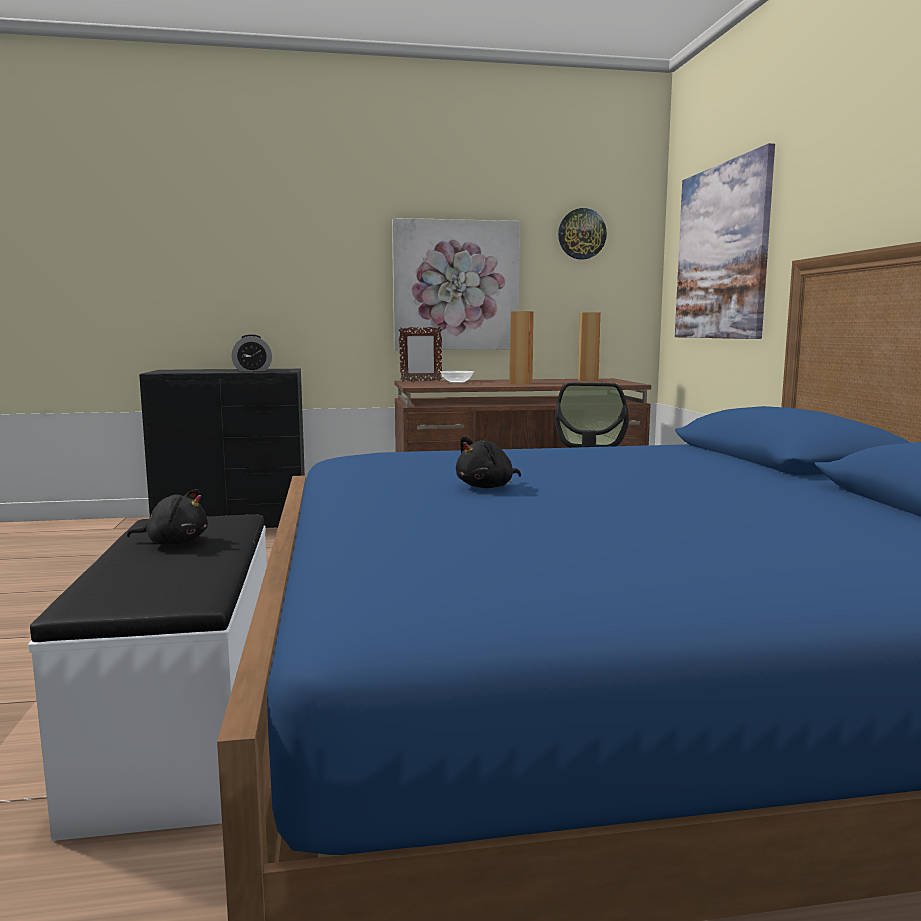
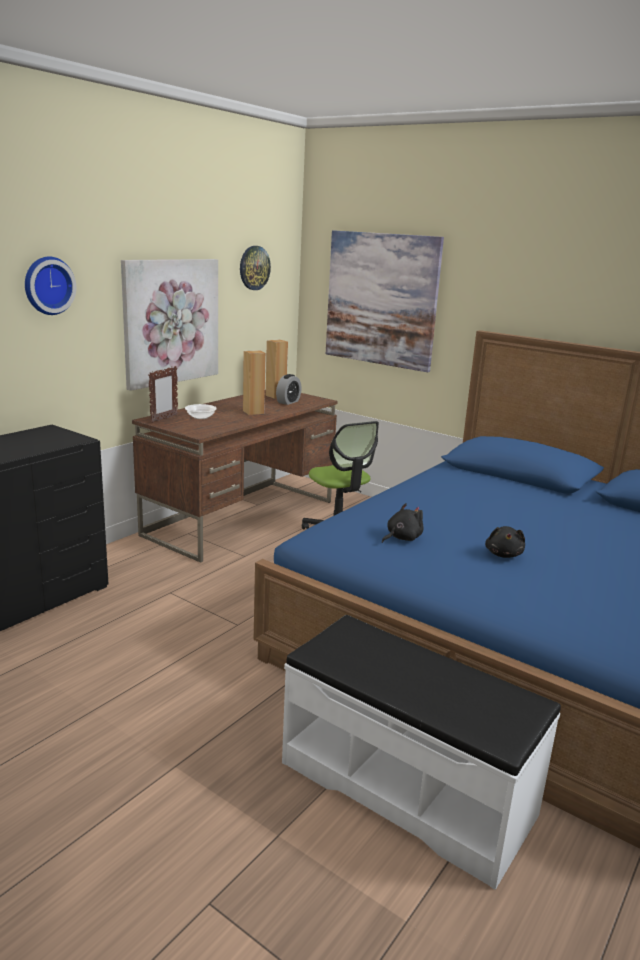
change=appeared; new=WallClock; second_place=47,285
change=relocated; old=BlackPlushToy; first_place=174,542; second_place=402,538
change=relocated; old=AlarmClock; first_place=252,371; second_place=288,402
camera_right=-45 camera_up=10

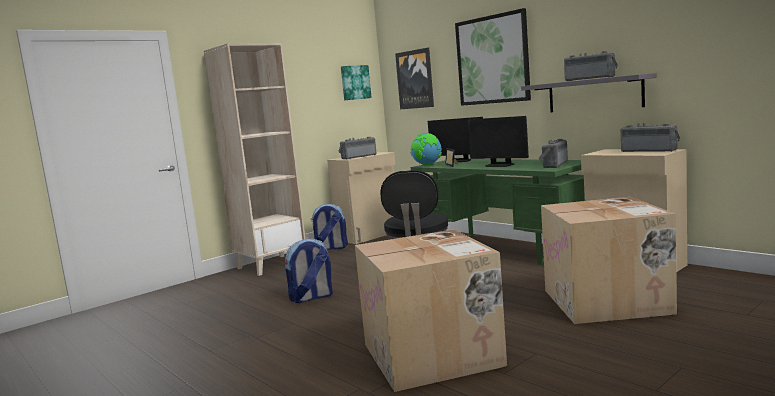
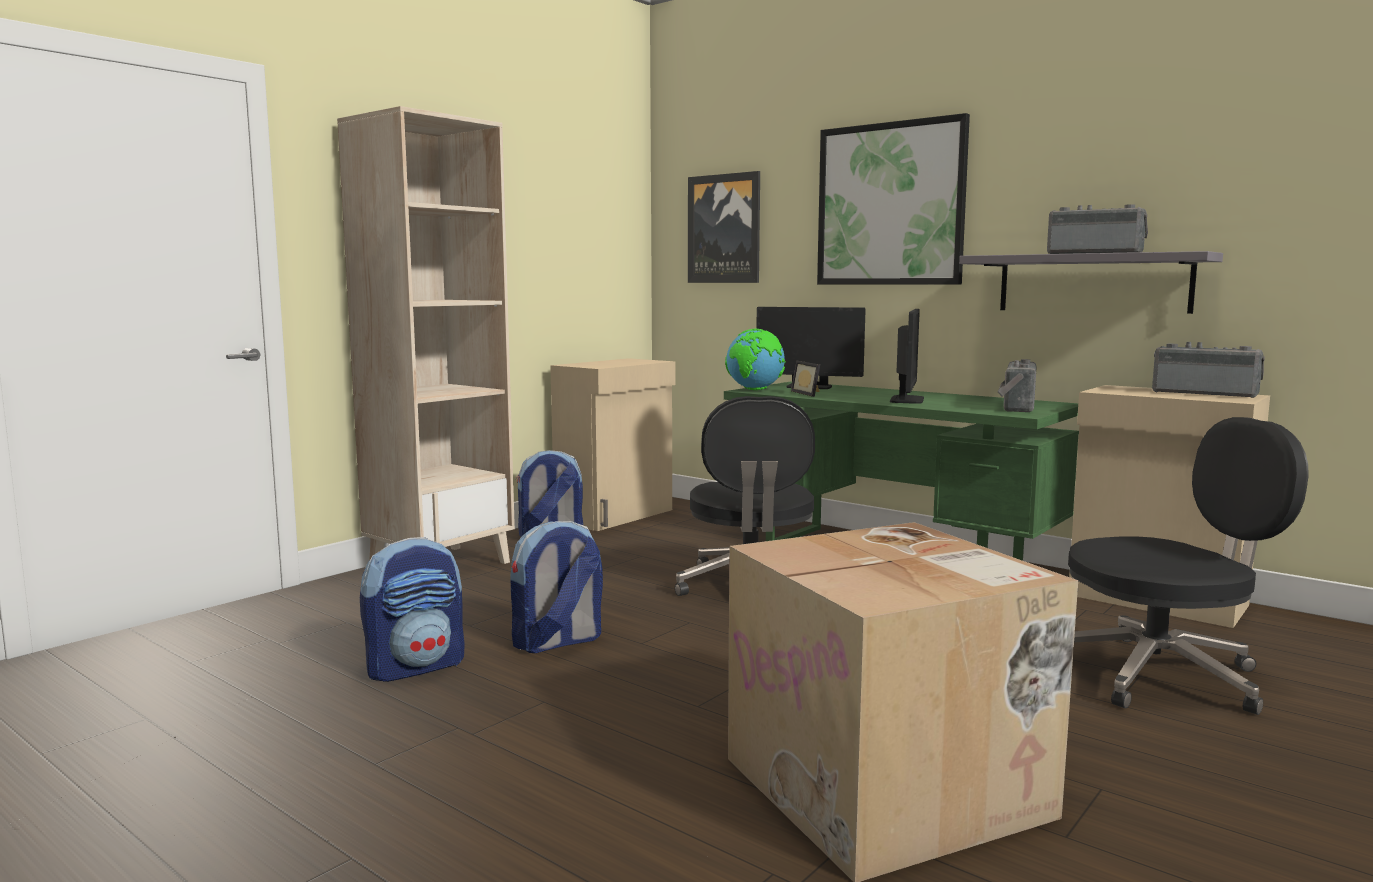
change=missing; old=Radio; first_place=358,157
change=missing; old=Picture; first_place=355,82
change=appeared; new=Backpack; second_place=416,667
change=exchanged; old=CardboardBox; new=BlackOfficeChair; first_place=608,302; second_place=1161,675
change=spun; old=Monitor; first_place=500,165; second_place=906,400; degrees=-105
camera_right=-10 camera_up=0

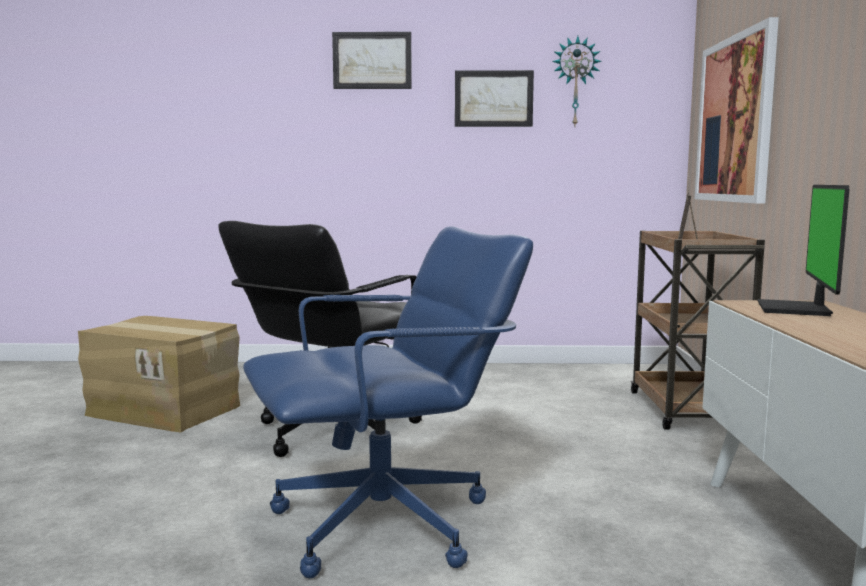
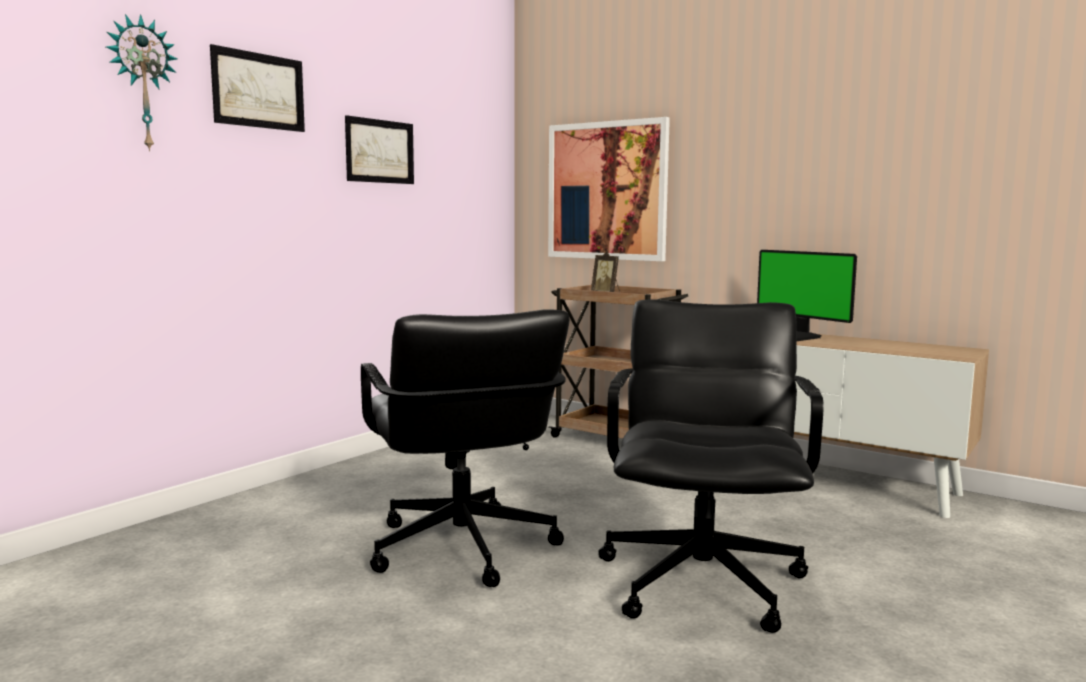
change=missing; old=CardboardBox; first_place=165,410
change=relocated; old=WallClock; first_place=575,82; second_place=142,84
change=colour; old=BlueOfficeChair; new=BlackOfficeChair; first_place=385,524; second_place=703,582
camera_right=-55 camera_up=0

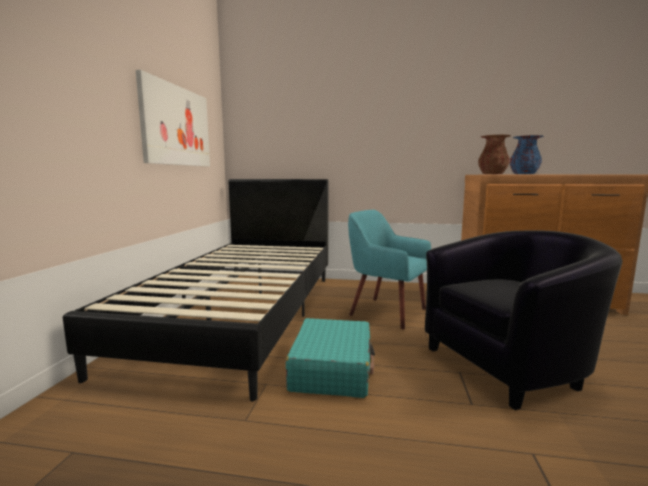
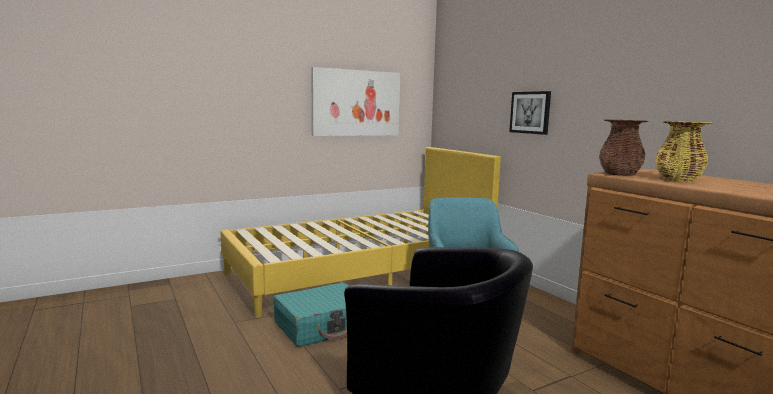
change=appeared; new=Picture; second_place=530,112
change=colour; old=BlackBed; new=YellowBed; first_place=242,314; second_place=361,272
change=colour; old=BlueVase; new=YellowVase; first_place=524,174; second_place=678,180
camera_right=50 camera_up=0

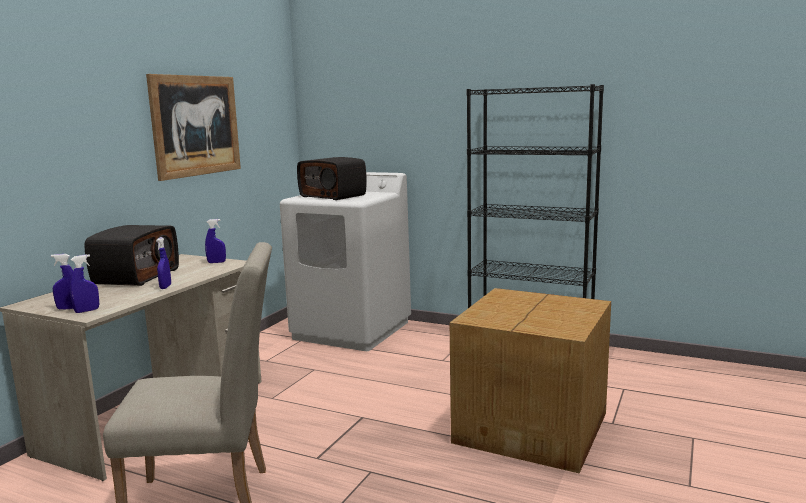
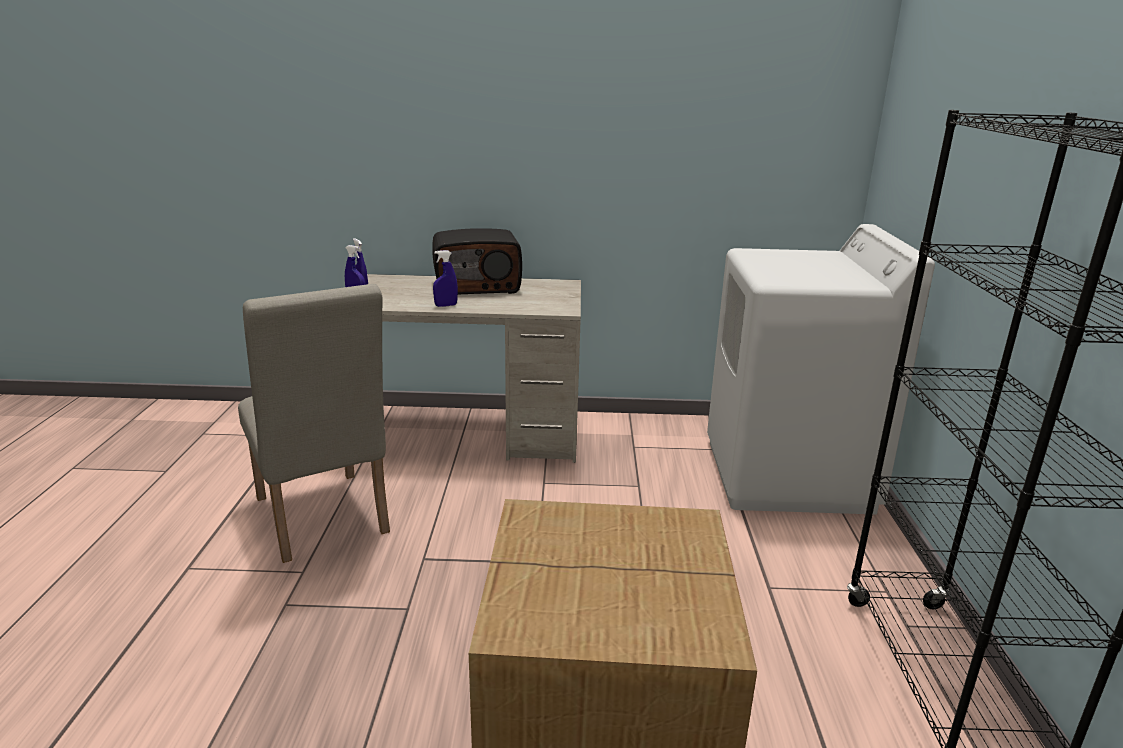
change=missing; old=Picture; first_place=196,125
change=missing; old=BlueSprayBottle; first_place=216,262
change=missing; old=Radio; first_place=334,196
camera_right=65 camera_up=10

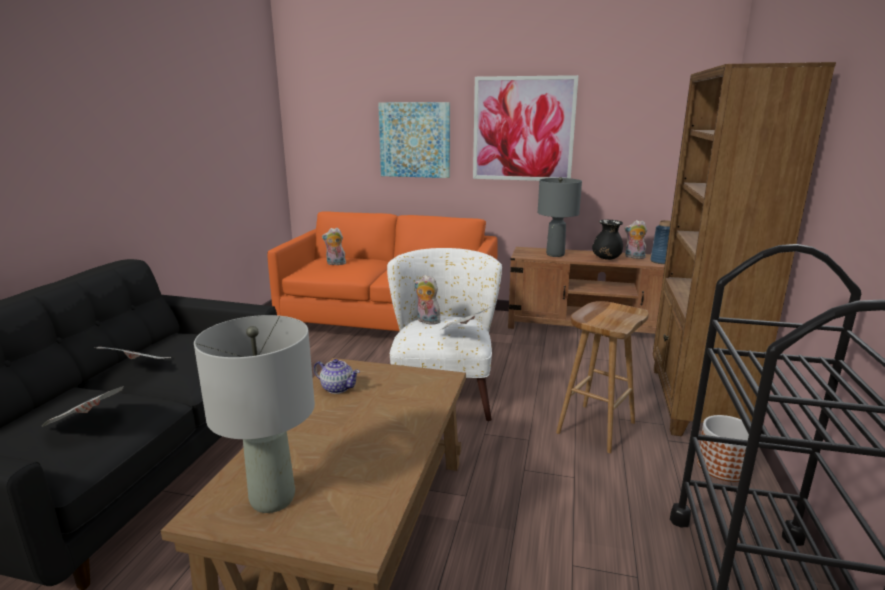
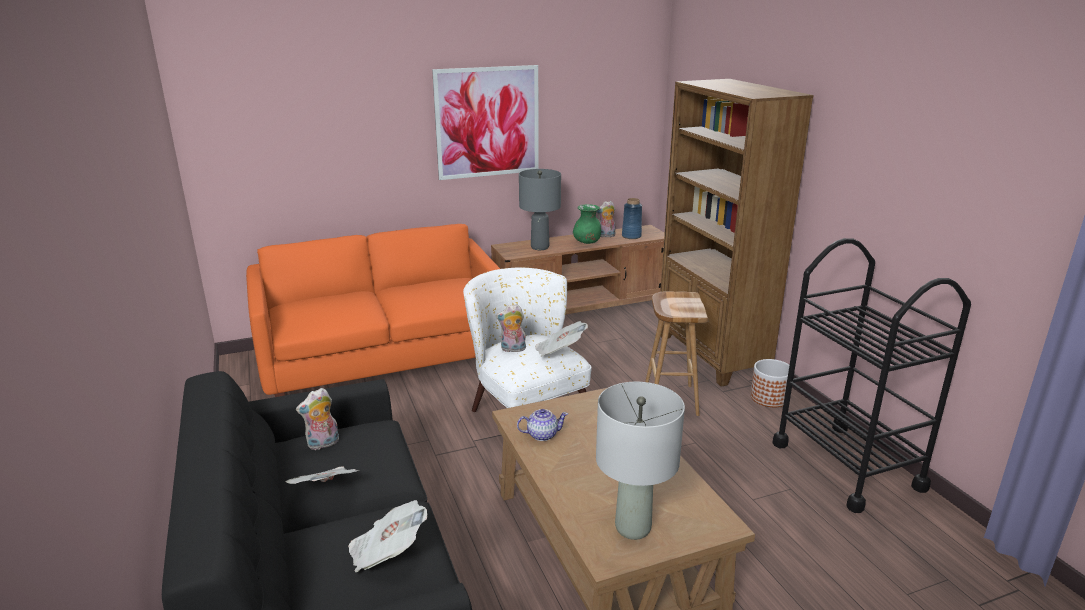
change=missing; old=Picture; first_place=415,140
change=relocated; old=PlushToy; first_place=335,264; second_place=323,444
change=colour; old=BlackVase; new=GreenVase; first_place=606,258; second_place=587,242
camera_right=-35 camera_up=5

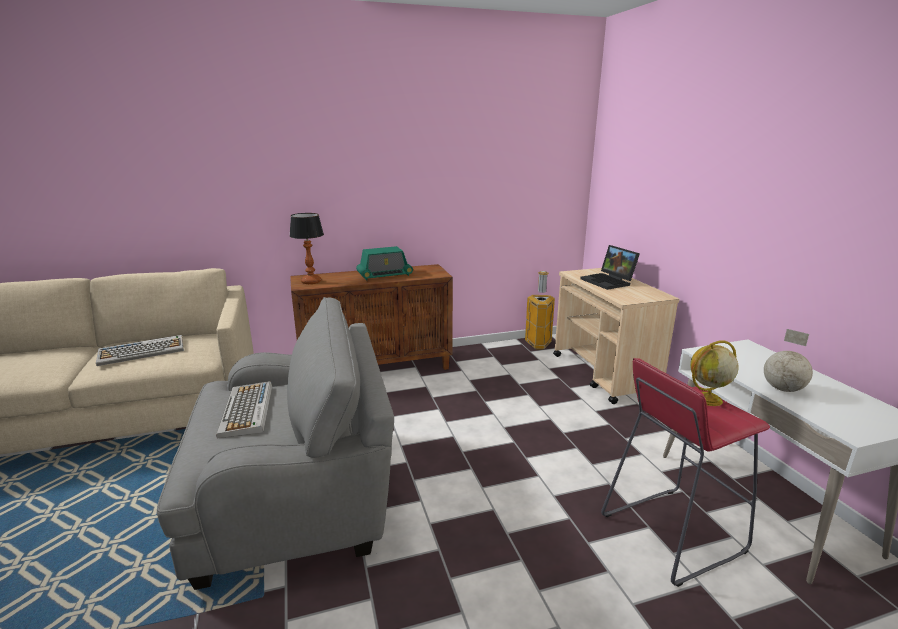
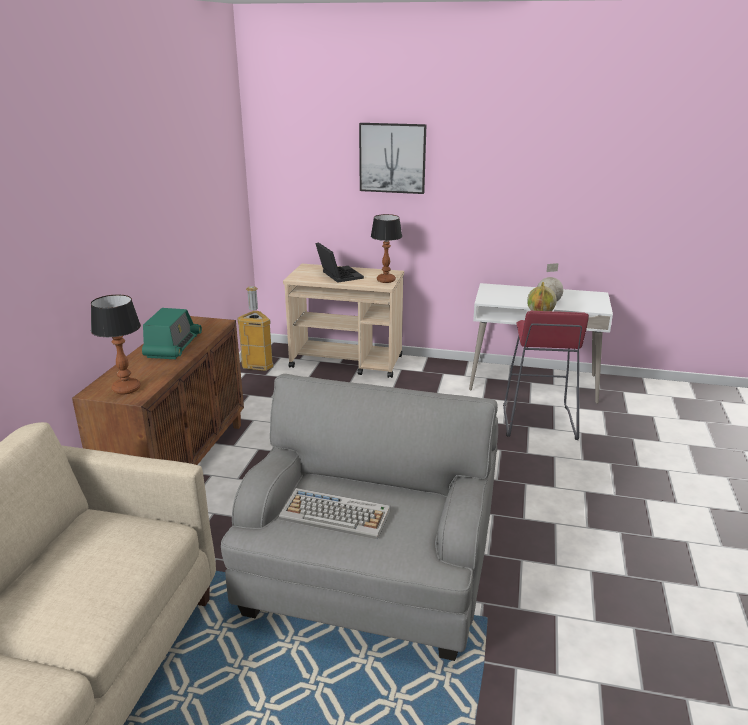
change=missing; old=Keyboard; first_place=143,351
change=appeared; new=Picture; second_place=392,158
change=appeared; new=TableLamp; second_place=385,280
change=spun; old=Laptop; first_place=609,282; second_place=338,275; degrees=-120
camera_right=-60 camera_up=5

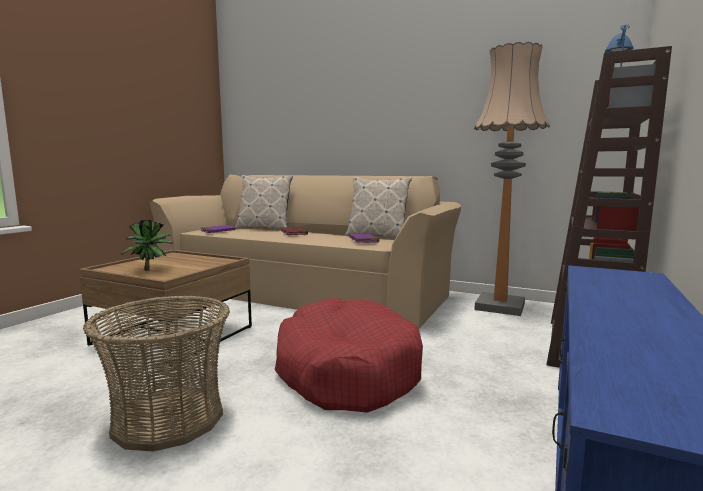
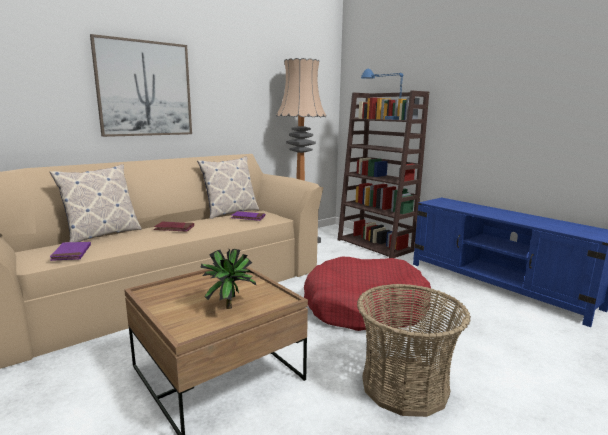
change=appeared; new=Picture; second_place=145,89
camera_right=-65 camera_up=5

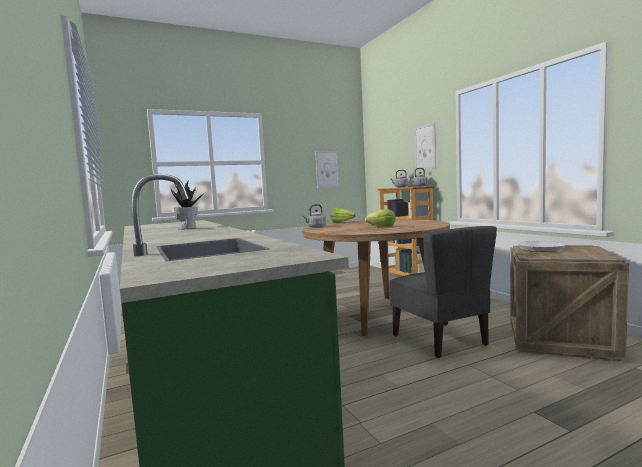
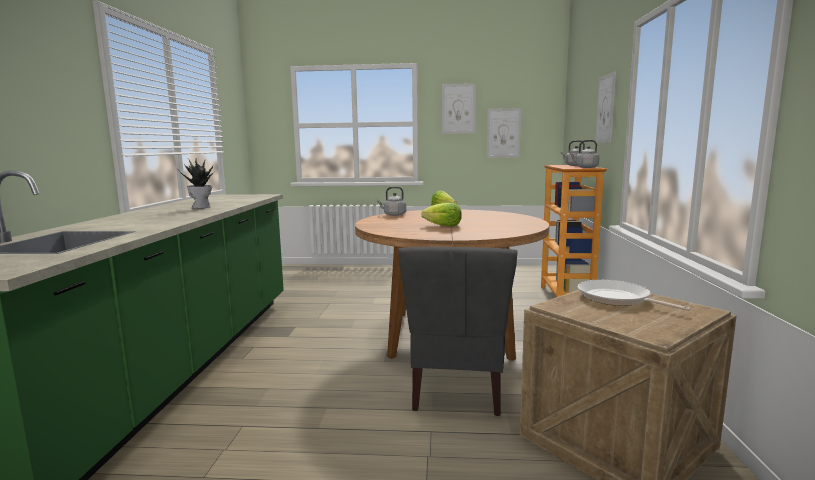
change=appeared; new=Picture; second_place=458,108
camera_right=30 camera_up=5

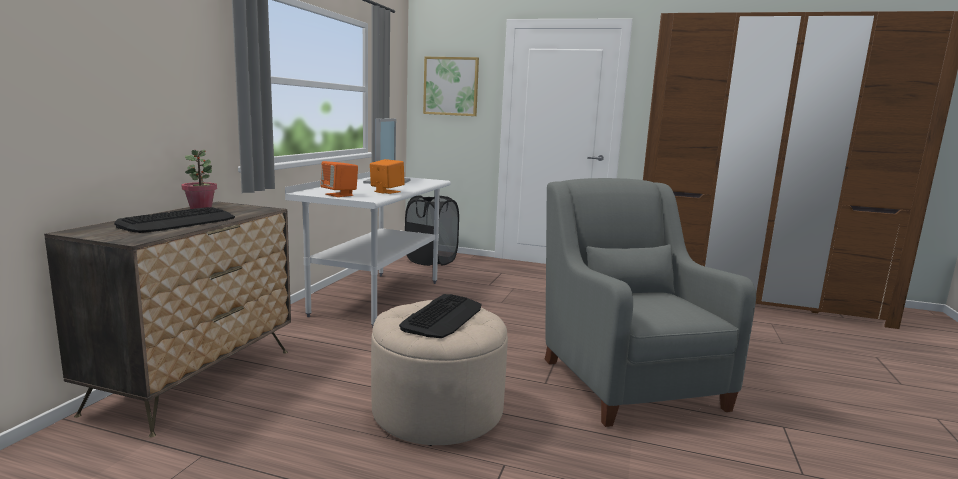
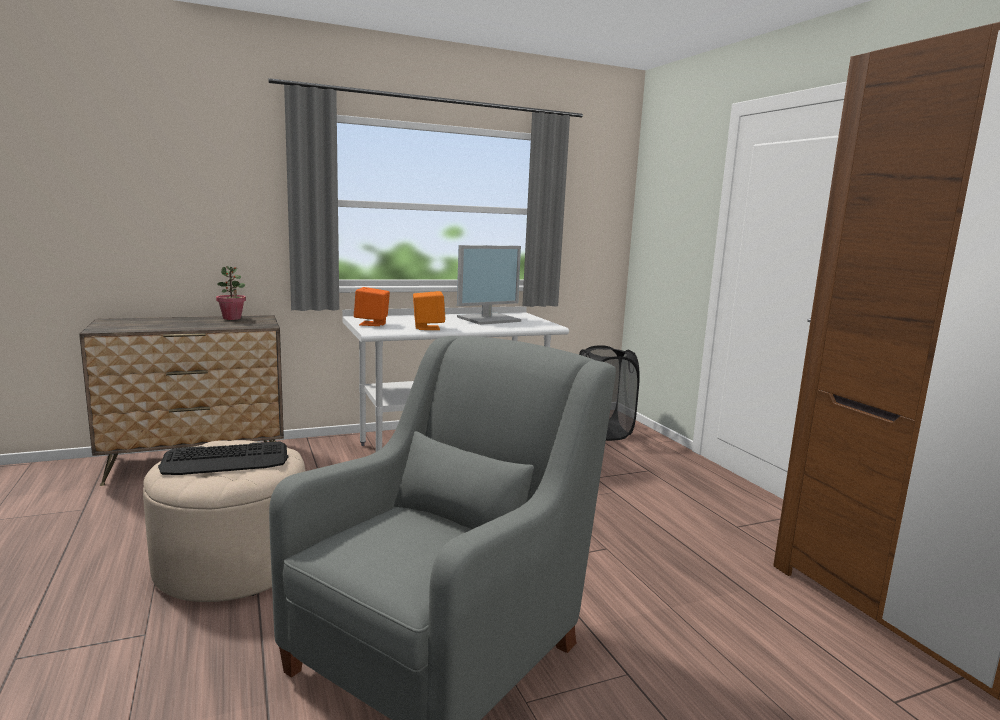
change=missing; old=Keyboard; first_place=178,222
change=missing; old=Picture; first_place=451,86
camera_right=50 camera_up=0

